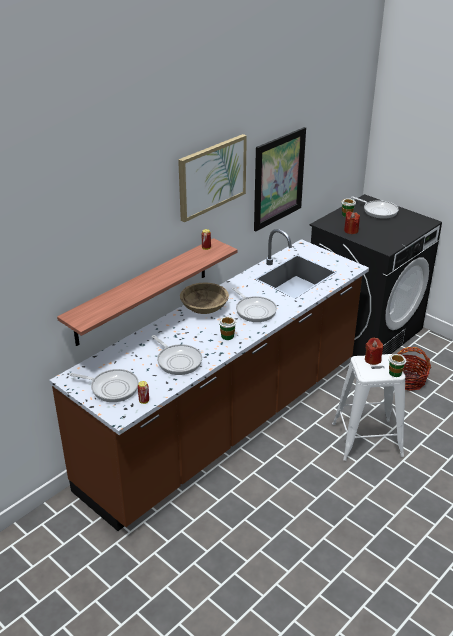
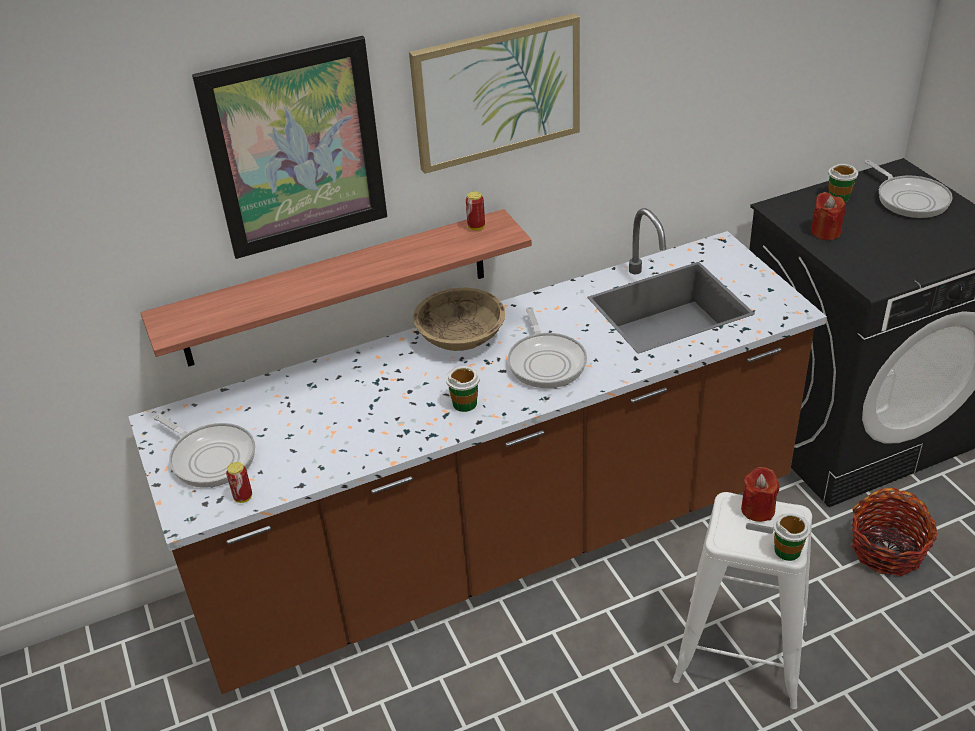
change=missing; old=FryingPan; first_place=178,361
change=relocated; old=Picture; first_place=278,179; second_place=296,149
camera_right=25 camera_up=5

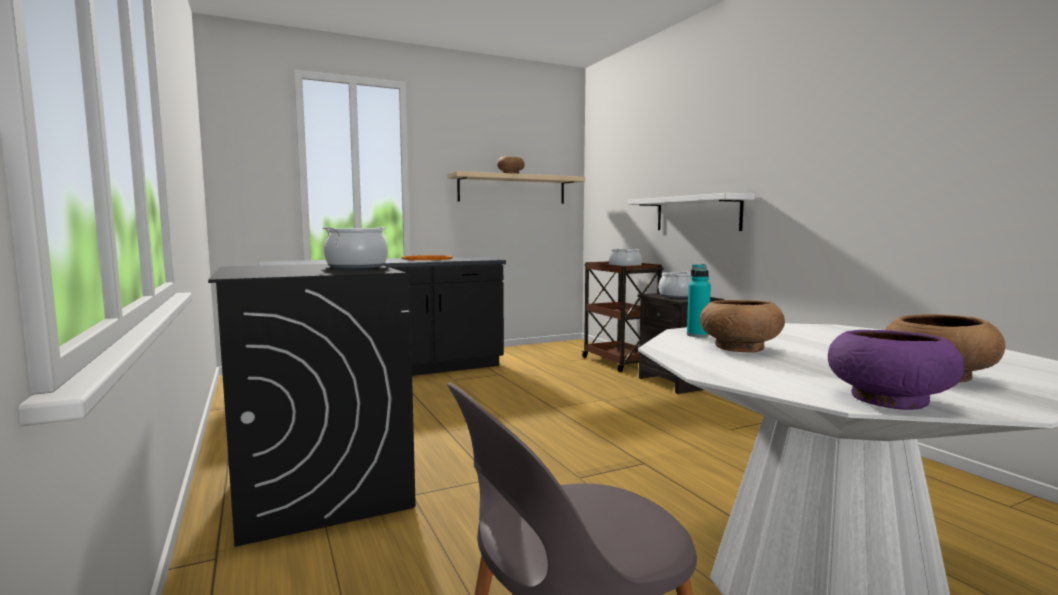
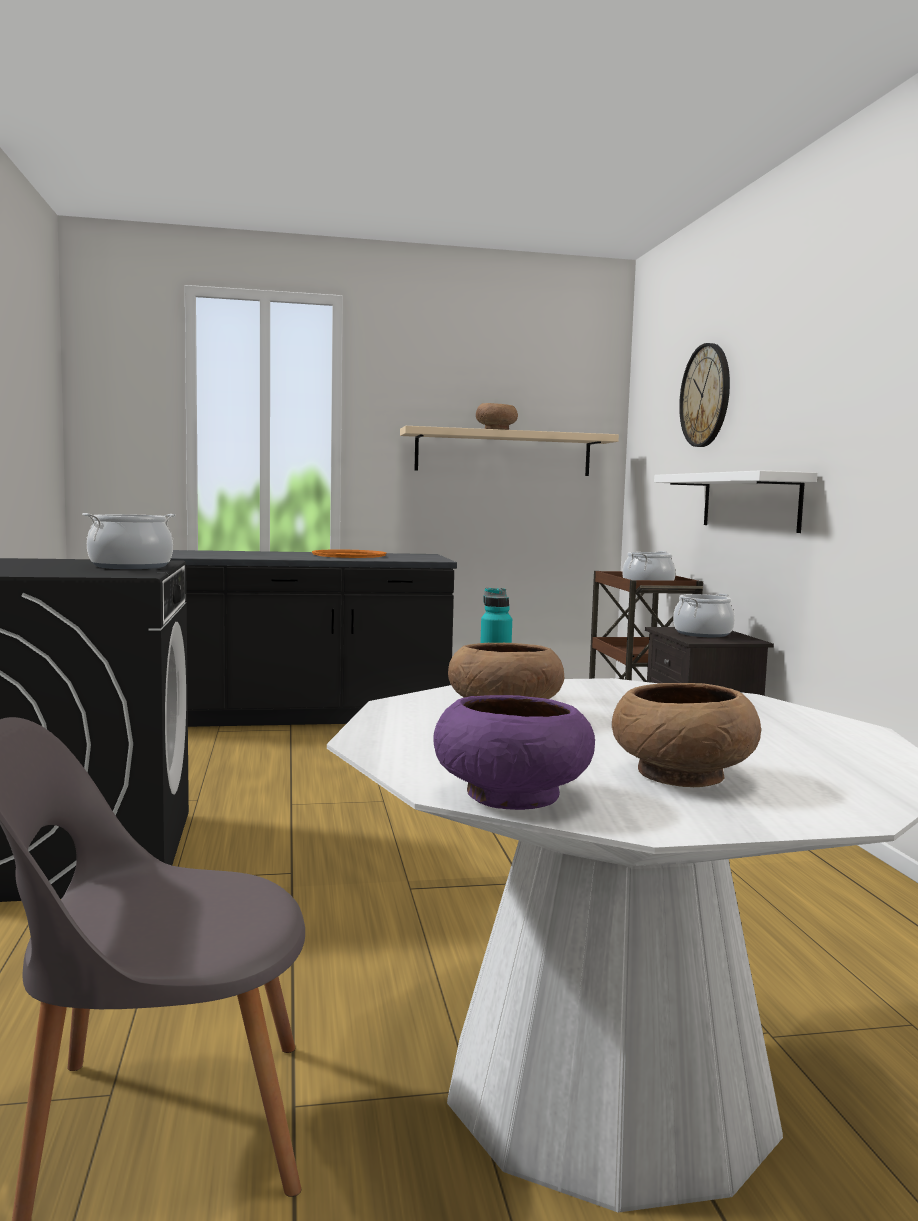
change=appeared; new=WallClock; second_place=705,395
camera_right=15 camera_up=0

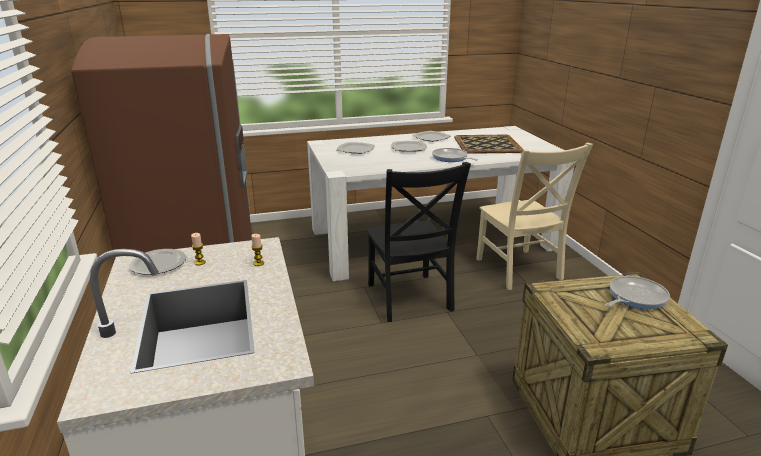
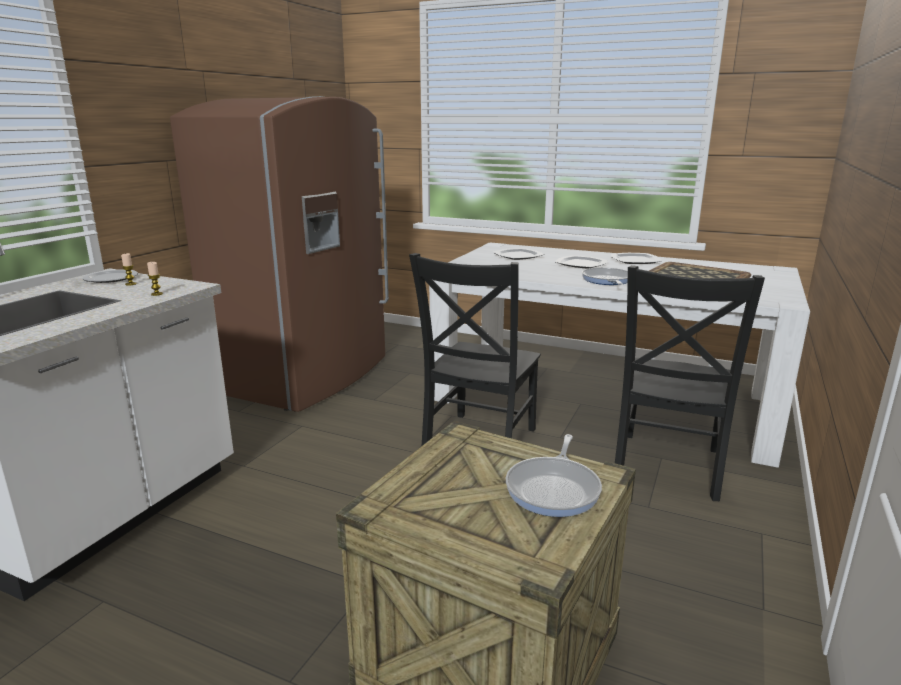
change=colour; old=BeigeChair; new=BlackChair; first_place=519,271; second_place=666,467
change=spun; old=FryingPan; first_place=635,297; second_place=554,489; degrees=105
camera_right=40 camera_up=-5

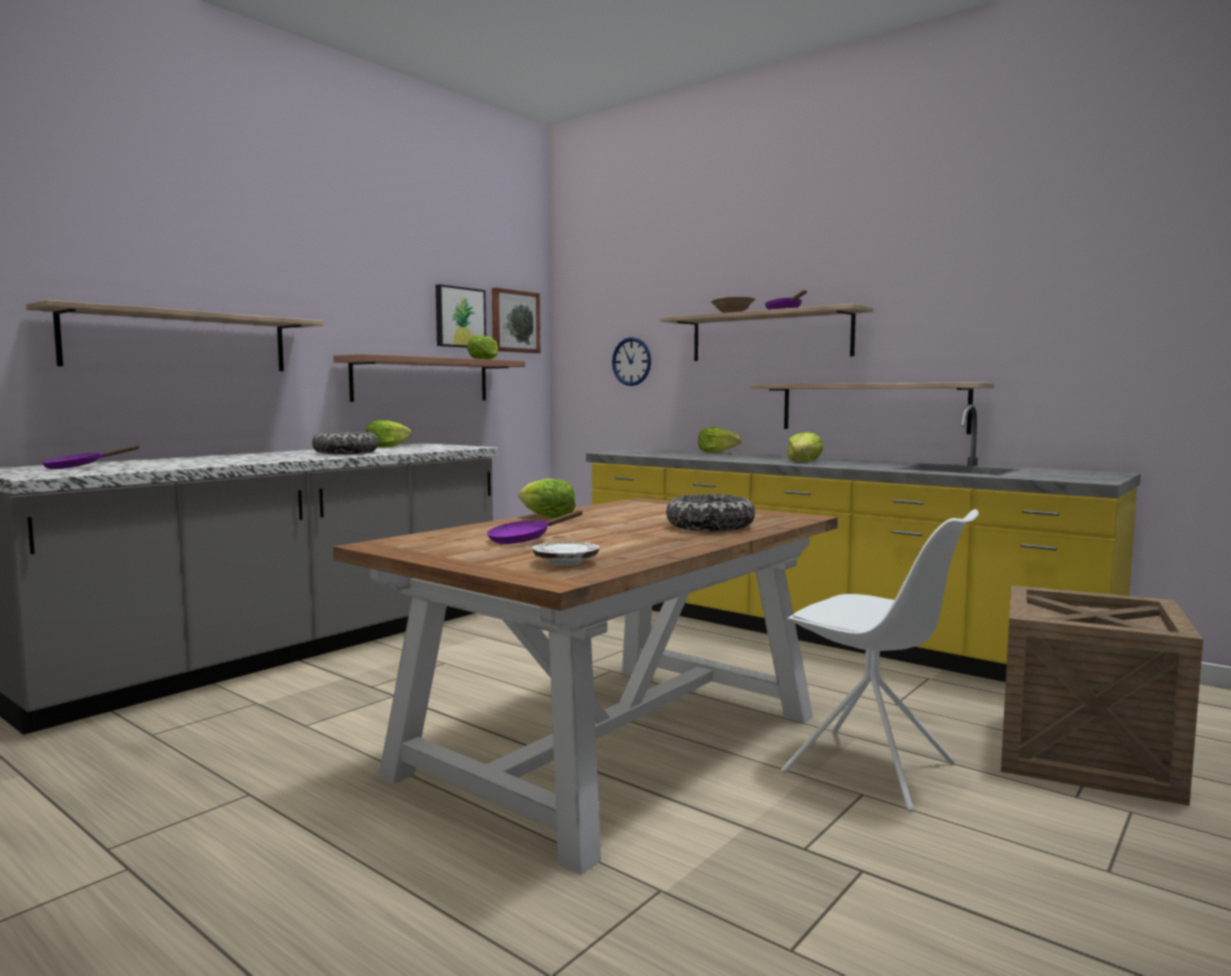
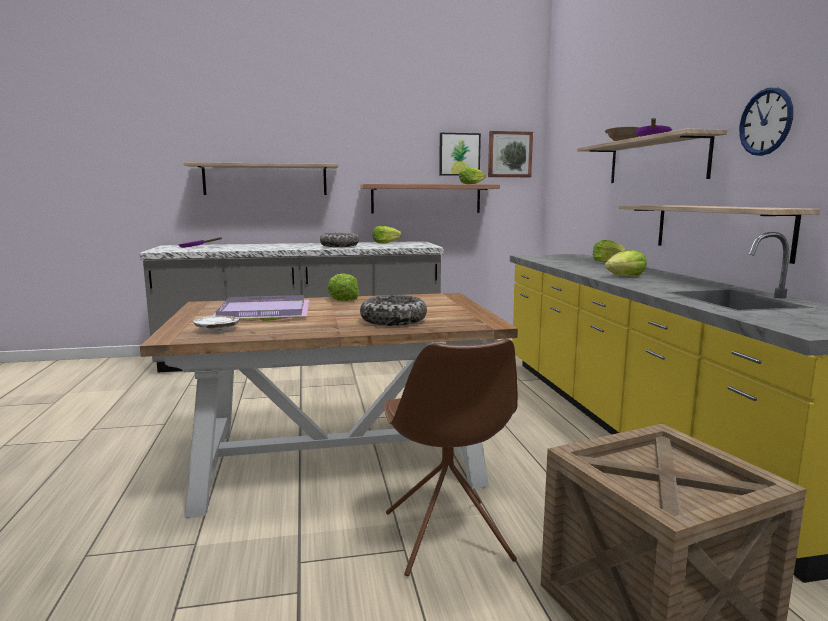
change=relocated; old=WallClock; first_place=631,361; second_place=765,122
change=exchanged; old=PurpleFryingPan; new=PurpleTray; first_place=524,540; second_place=265,312
change=colour; old=WhiteChair; new=BrownChair; first_place=872,769; second_place=447,537
camera_right=40 camera_up=5

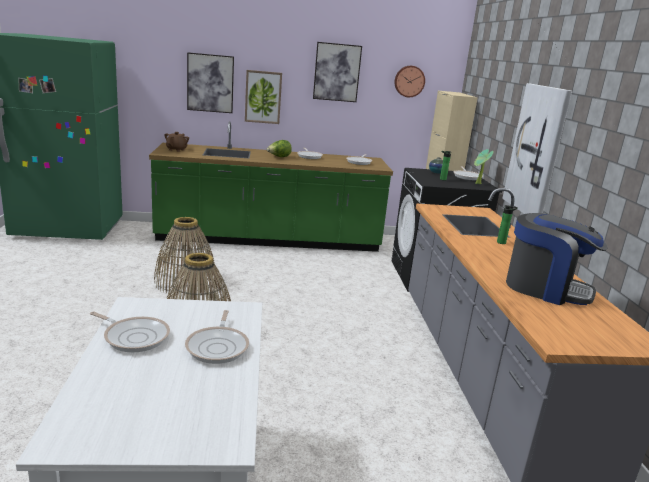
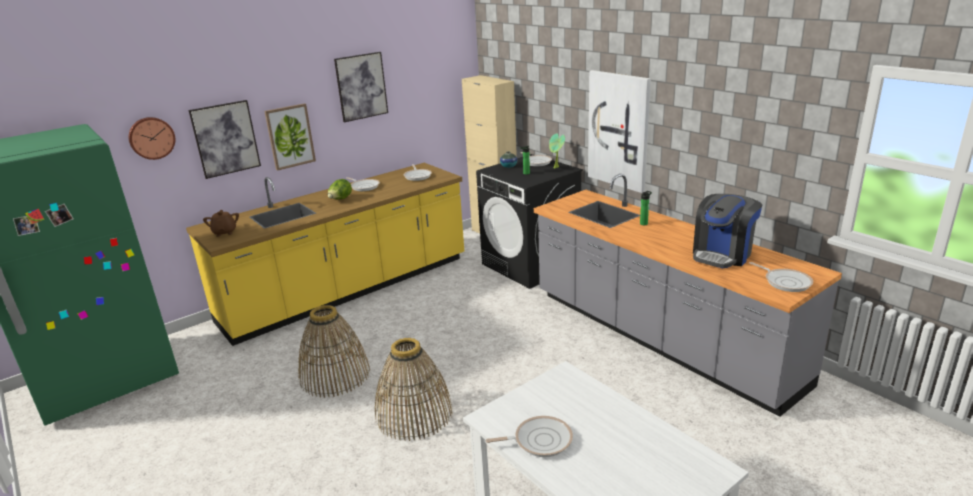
change=relocated; old=FryingPan; first_place=218,346; second_place=785,282
change=relocated; old=WallClock; first_place=409,81; second_place=151,138
change=colour; old=GreenCounter; new=YellowCounter; first_place=269,239; second_place=348,290
change=spun; old=CoffeeMachine; first_place=545,288; second_place=722,254; degrees=135
camera_right=-30 camera_up=5

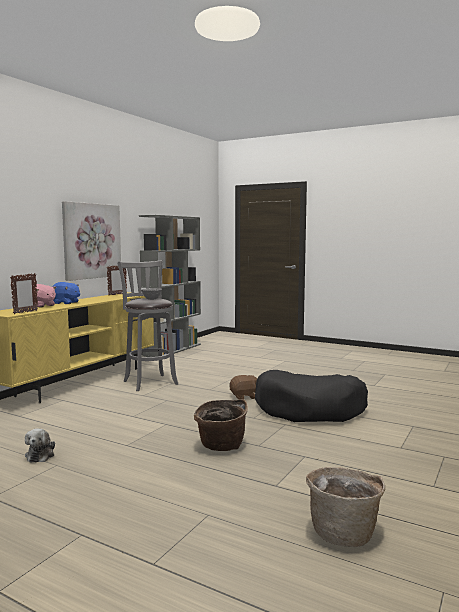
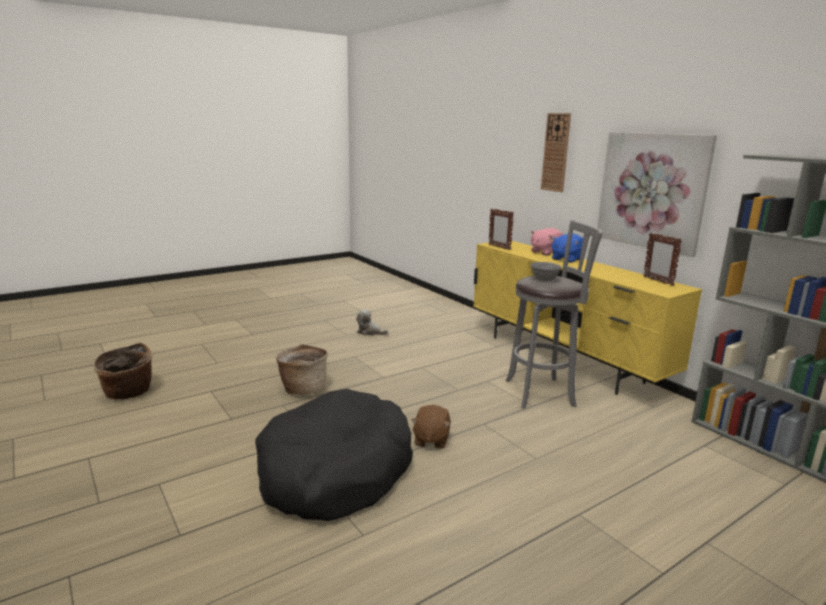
change=appeared; new=WallClock; second_place=556,152
camera_right=115 camera_up=10

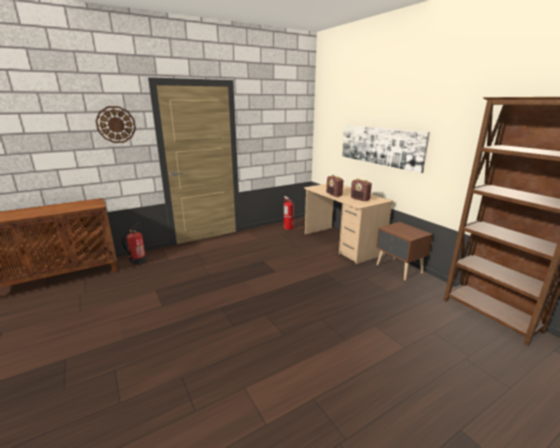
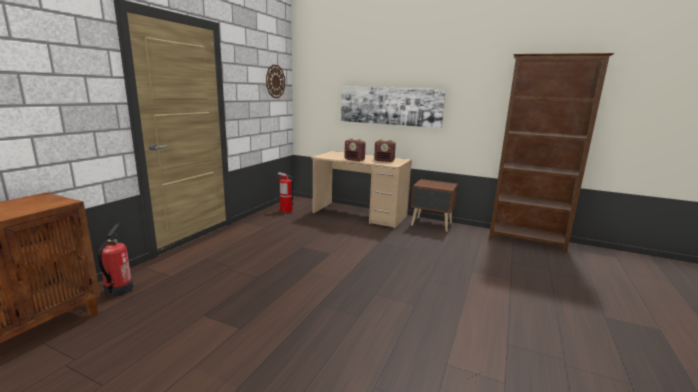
change=relocated; old=WallClock; first_place=116,124; second_place=275,81
camera_right=-35 camera_up=-5

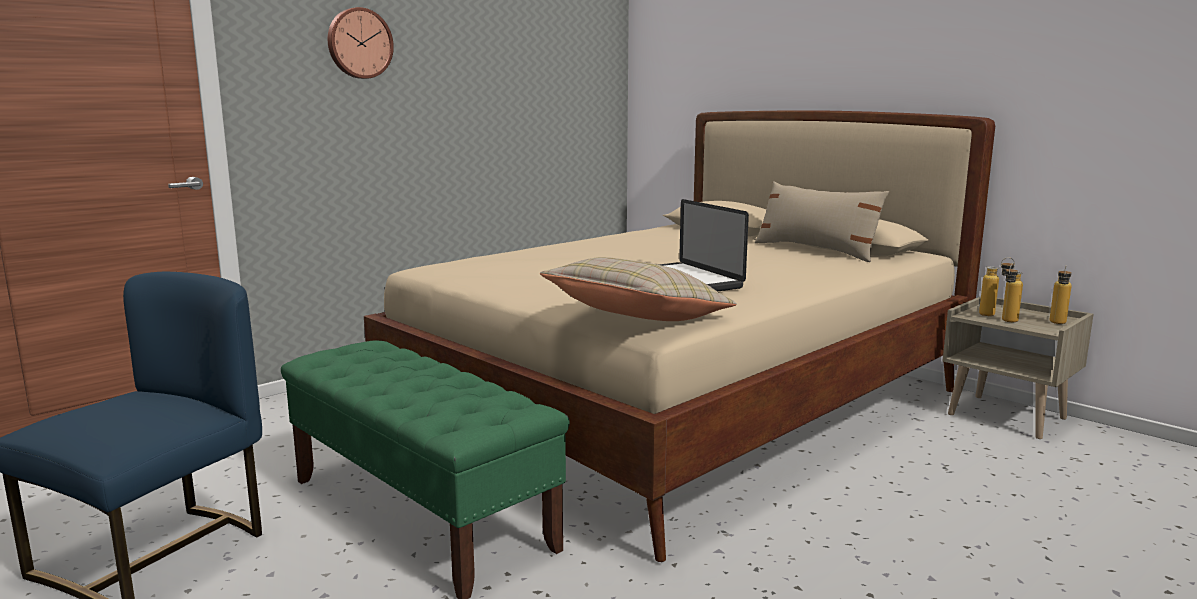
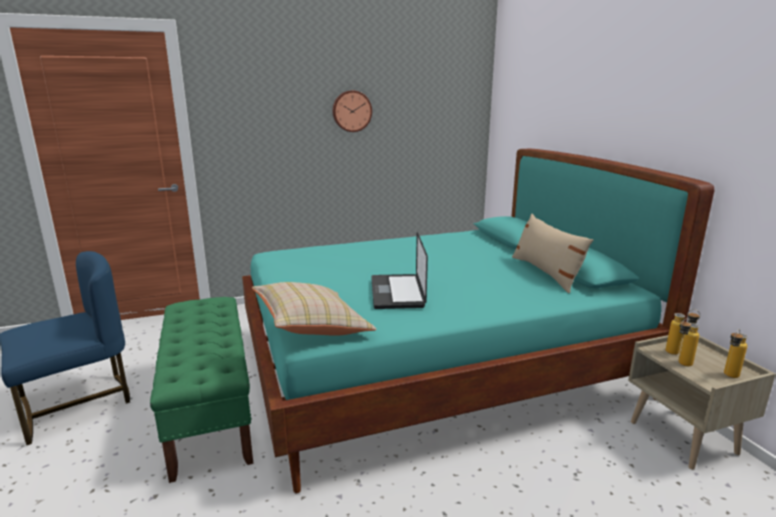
change=relocated; old=WallClock; first_place=359,43; second_place=351,111
change=colour; old=BeigeBed; new=TurquoiseBed; first_place=685,407; second_place=436,367
camera_right=25 camera_up=5

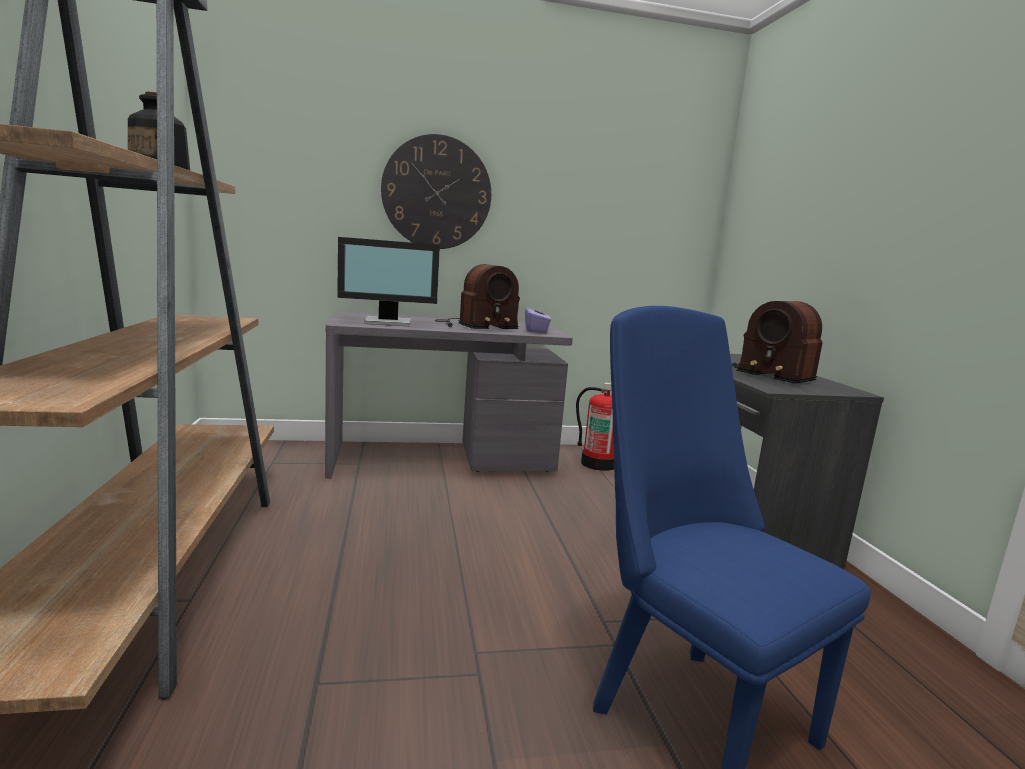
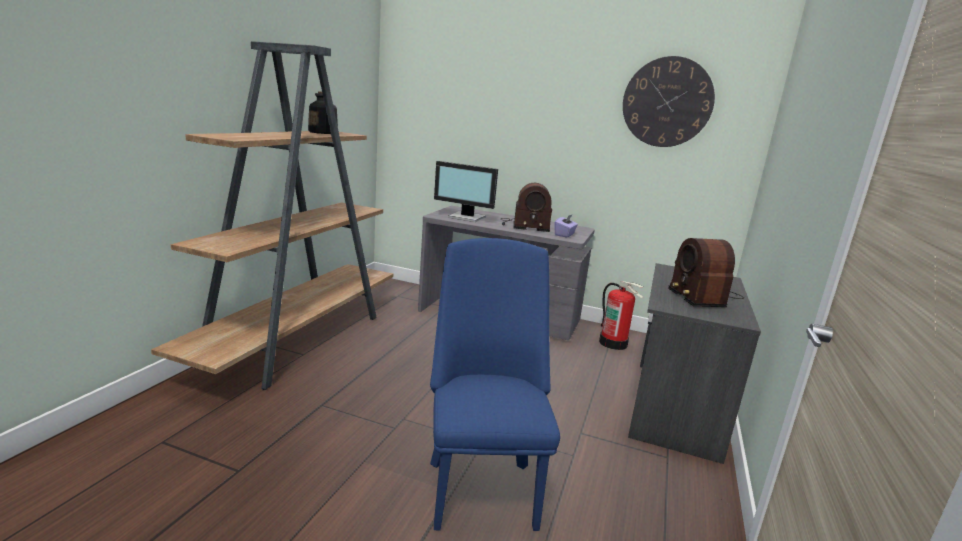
change=relocated; old=WallClock; first_place=436,193; second_place=667,102
camera_right=30 camera_up=5

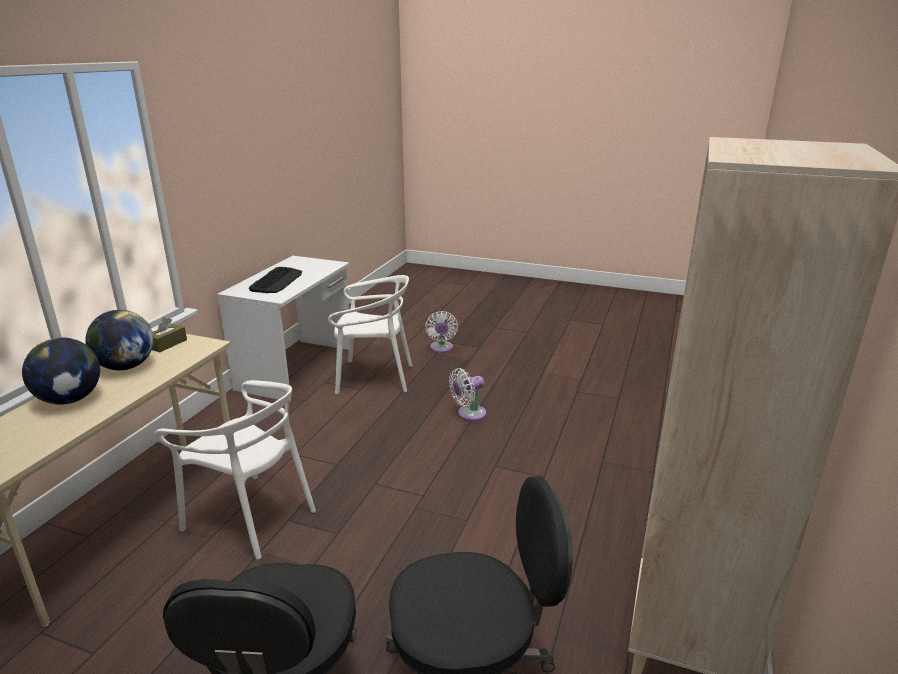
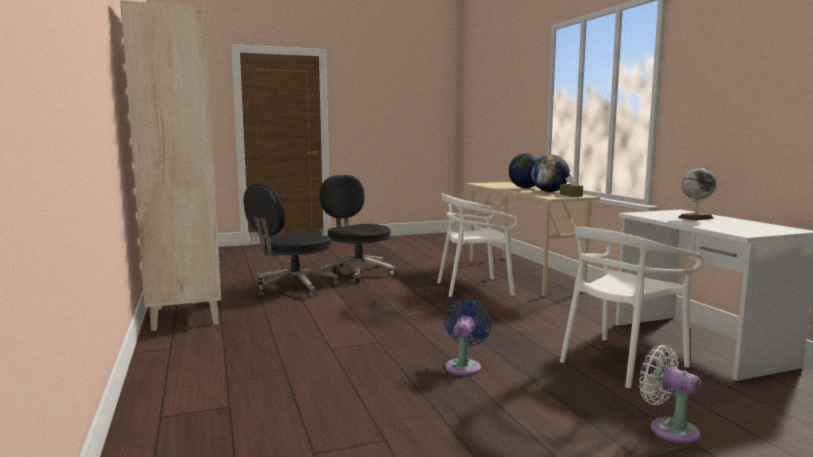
change=exchanged; old=Keyboard; new=Globe; first_place=277,281; second_place=695,218
change=colour; old=WhiteFan; new=BlueFan; first_place=469,414; second_place=464,366
camera_right=140 camera_up=-15

